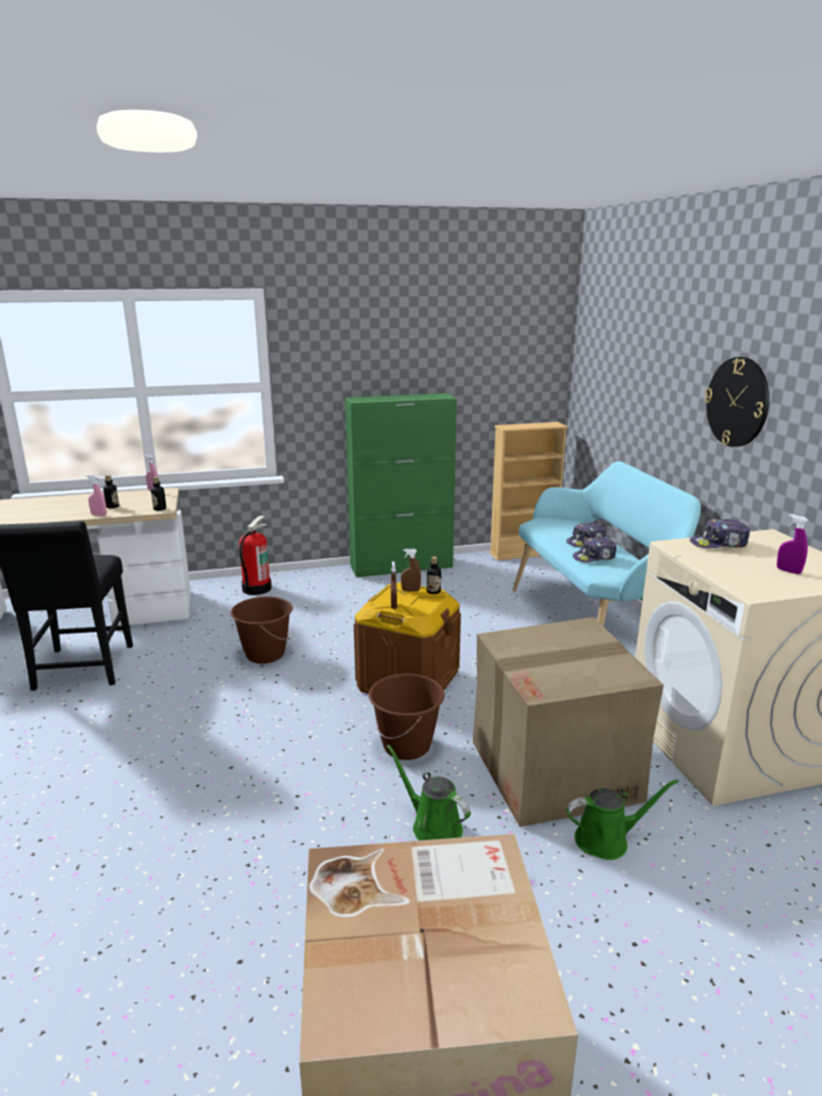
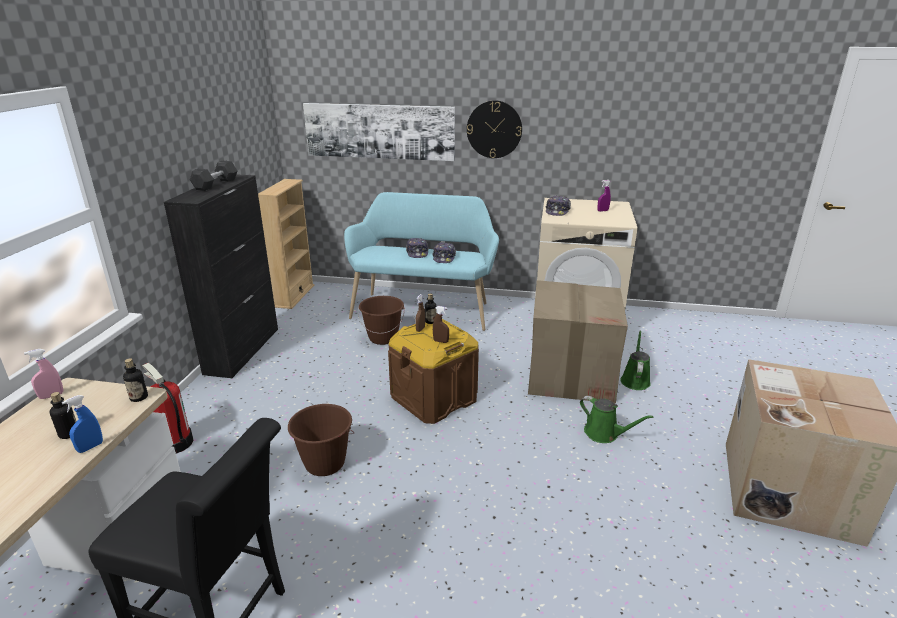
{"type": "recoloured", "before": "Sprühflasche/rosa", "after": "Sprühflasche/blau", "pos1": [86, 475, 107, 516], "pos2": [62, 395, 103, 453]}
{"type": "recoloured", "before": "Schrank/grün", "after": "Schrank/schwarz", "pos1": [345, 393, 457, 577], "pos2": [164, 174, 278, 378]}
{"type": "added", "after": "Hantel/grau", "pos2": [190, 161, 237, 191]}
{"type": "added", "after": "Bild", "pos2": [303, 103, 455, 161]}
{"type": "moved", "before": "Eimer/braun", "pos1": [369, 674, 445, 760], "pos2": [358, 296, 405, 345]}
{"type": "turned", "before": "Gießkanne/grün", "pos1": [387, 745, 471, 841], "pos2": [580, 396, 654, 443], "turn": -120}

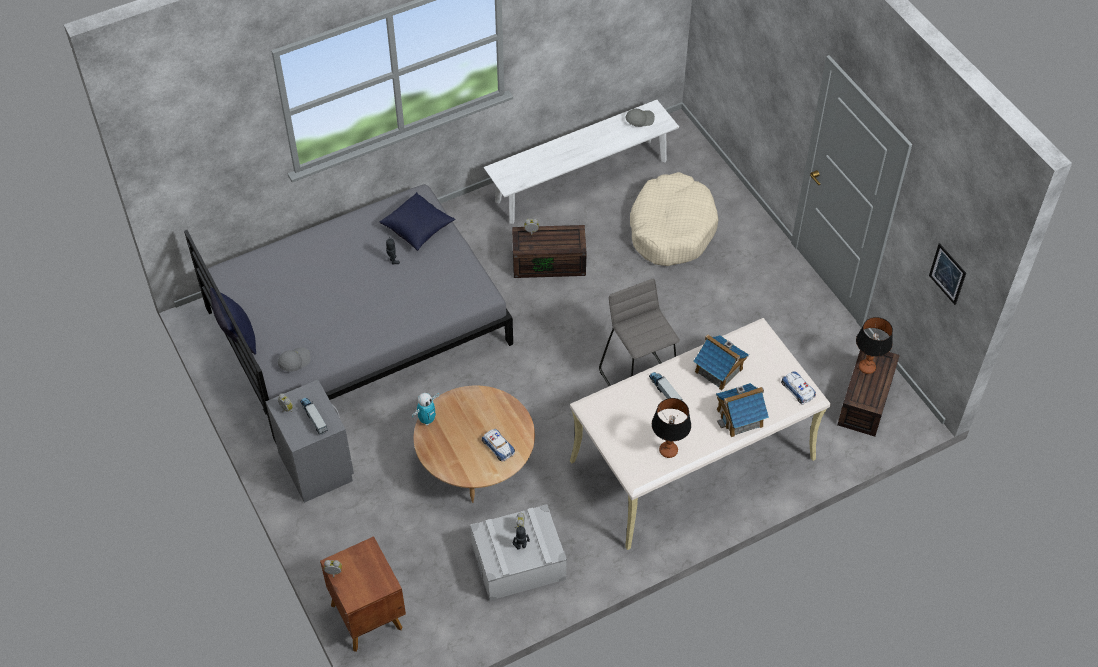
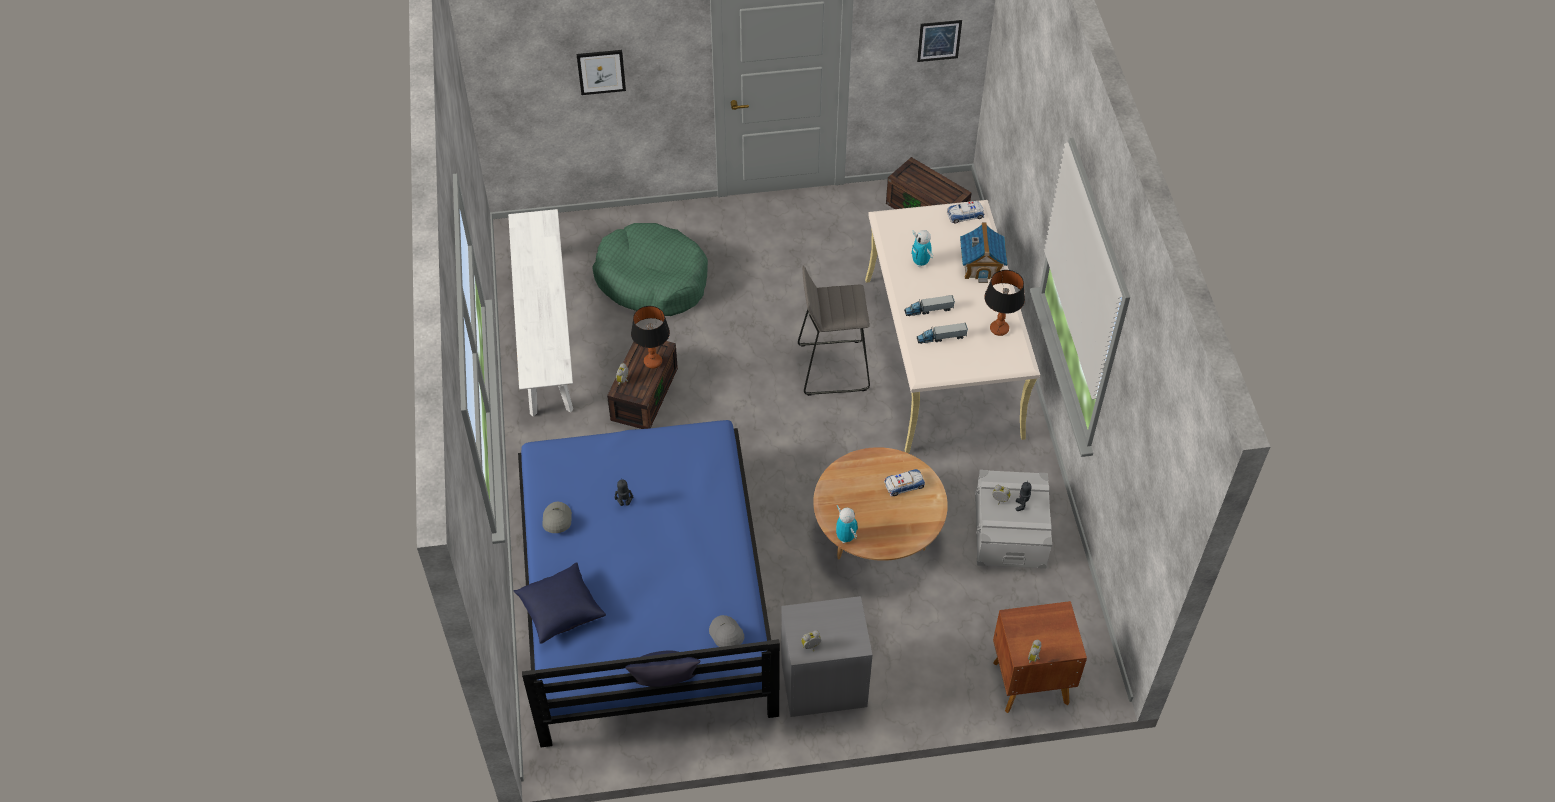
{"type": "moved", "before": "Kissen/blau", "pos1": [379, 192, 455, 251], "pos2": [513, 562, 606, 644]}
{"type": "recoloured", "before": "Bett/grau", "after": "Bett/blau", "pos1": [184, 184, 513, 443], "pos2": [518, 420, 780, 747]}
{"type": "moved", "before": "Kappe/grau", "pos1": [625, 109, 655, 127], "pos2": [542, 502, 572, 533]}
{"type": "added", "after": "Bild", "pos2": [577, 50, 626, 95]}
{"type": "recoloured", "before": "Hundebett/beige", "after": "Hundebett/grün", "pos1": [630, 172, 718, 266], "pos2": [592, 223, 708, 316]}
{"type": "moved", "before": "Tischlampe", "pos1": [856, 317, 893, 374], "pos2": [631, 306, 670, 369]}
{"type": "replaced", "before": "Spielzeughaus", "after": "Spielzeugroboter", "pos1": [693, 335, 749, 391], "pos2": [911, 230, 933, 267]}
{"type": "moved", "before": "Spielzeuglaster", "pos1": [300, 398, 328, 435], "pos2": [917, 323, 968, 344]}

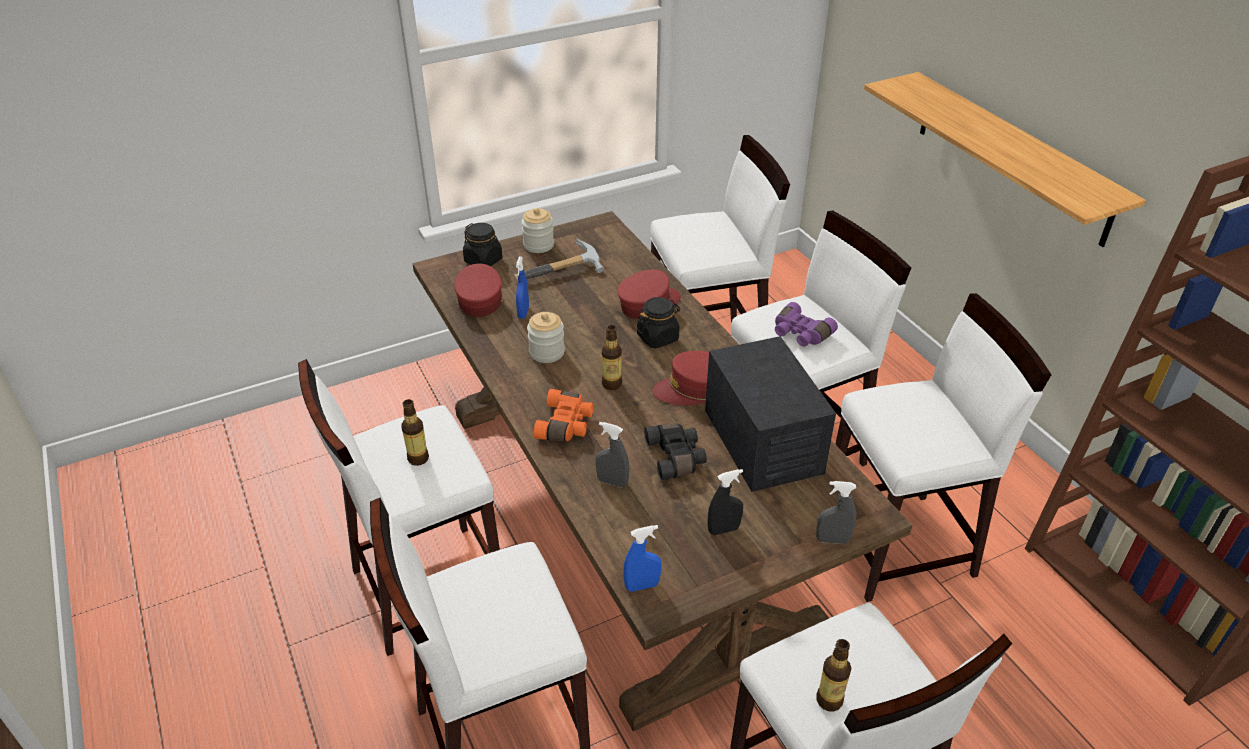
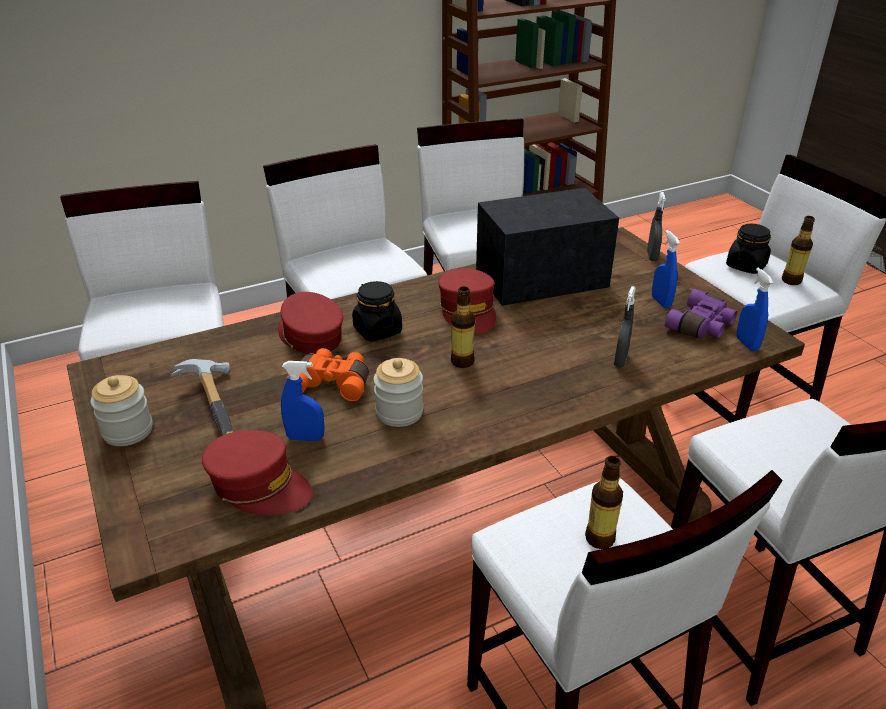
{"type": "turned", "before": "Kappe/rot", "pos1": [454, 264, 502, 317], "pos2": [202, 430, 313, 515], "turn": -150}
{"type": "moved", "before": "Fernglas/orange", "pos1": [534, 389, 593, 442], "pos2": [285, 348, 369, 401]}
{"type": "recoloured", "before": "Sprühflasche/schwarz", "after": "Sprühflasche/blau", "pos1": [708, 469, 743, 535], "pos2": [652, 230, 680, 308]}
{"type": "moved", "before": "Fernglas/lila", "pos1": [775, 302, 838, 347], "pos2": [665, 289, 737, 338]}
{"type": "moved", "before": "Vorratsglas/schwarz", "pos1": [463, 223, 502, 266], "pos2": [726, 224, 771, 274]}
{"type": "removed", "before": "Fernglas/schwarz", "pos1": [644, 424, 707, 481]}
{"type": "removed", "before": "Wandregal", "pos1": [864, 72, 1146, 247]}

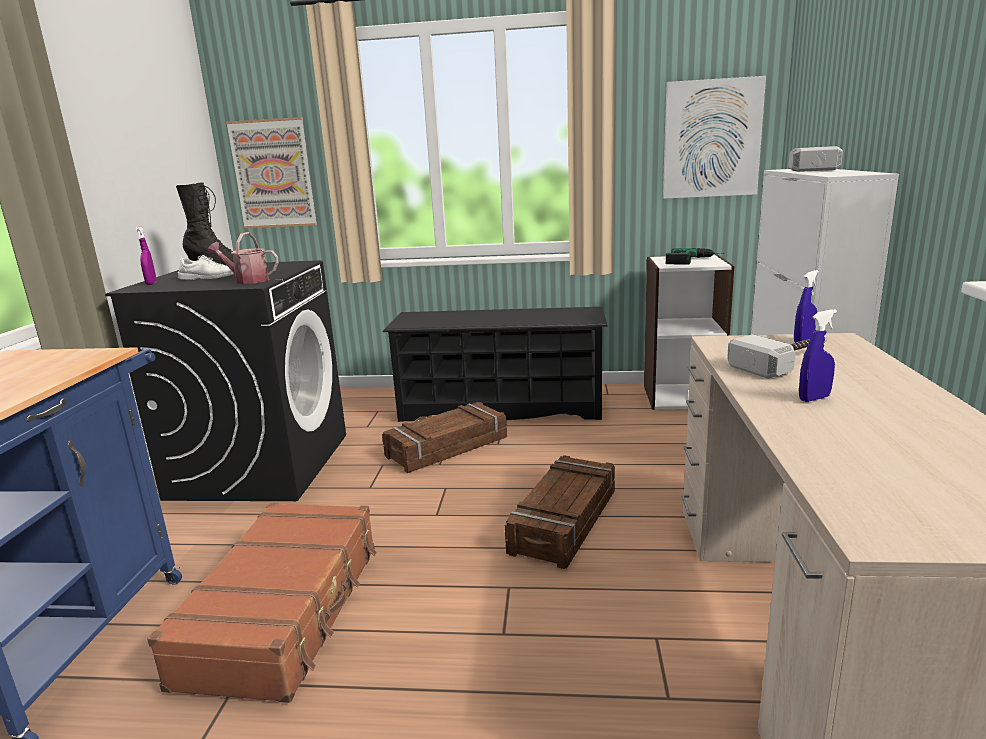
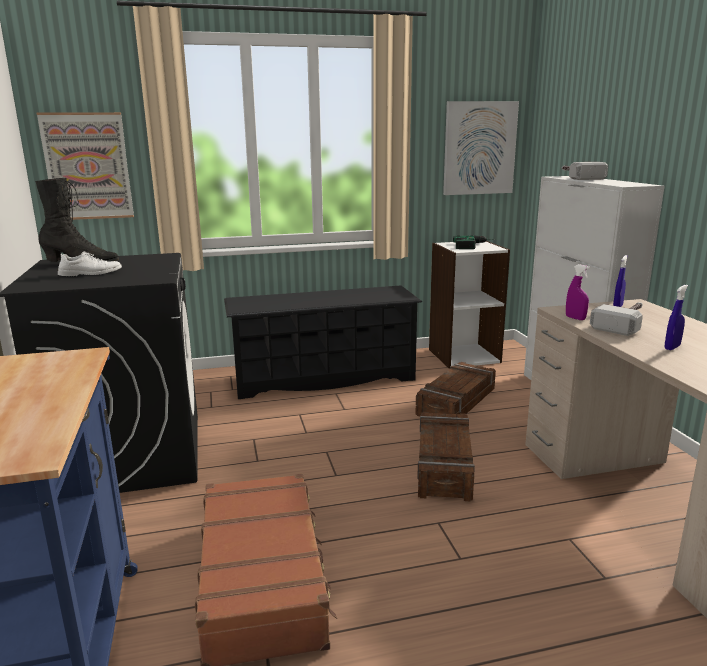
{"type": "moved", "before": "Kiste", "pos1": [382, 402, 507, 473], "pos2": [415, 362, 496, 416]}
{"type": "moved", "before": "Sprühflasche/lila", "pos1": [136, 226, 157, 285], "pos2": [566, 264, 590, 320]}
{"type": "removed", "before": "Gießkanne", "pos1": [207, 232, 279, 284]}

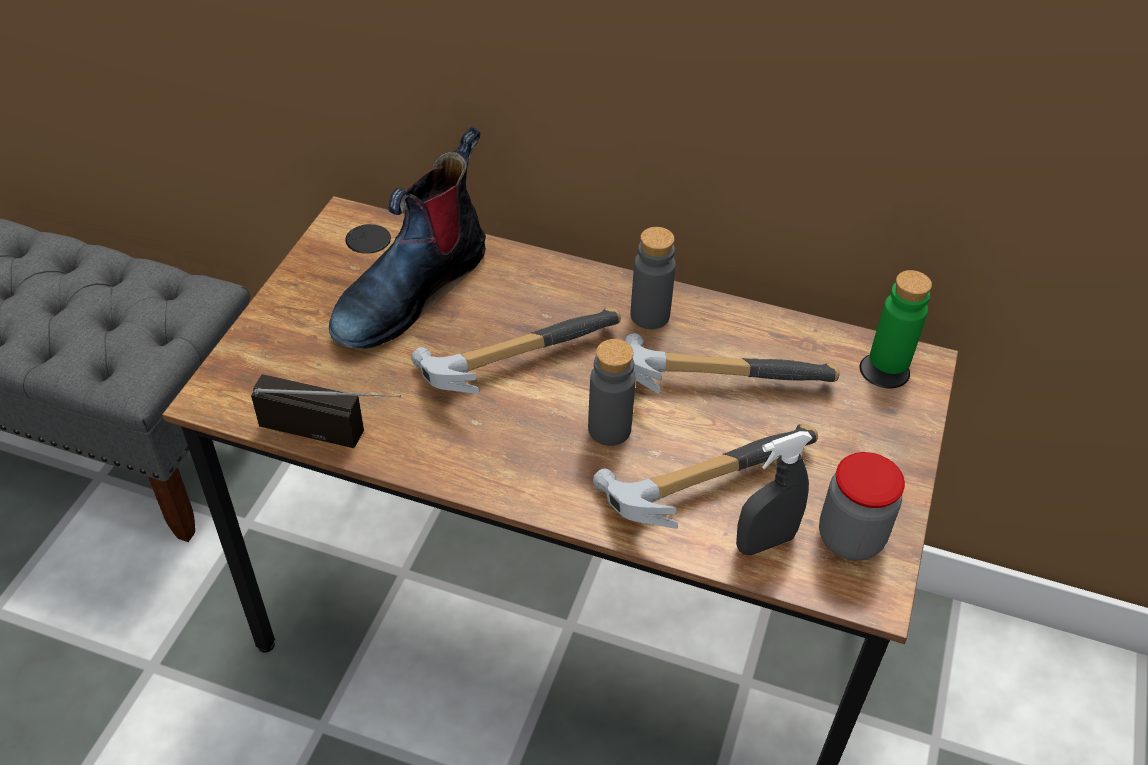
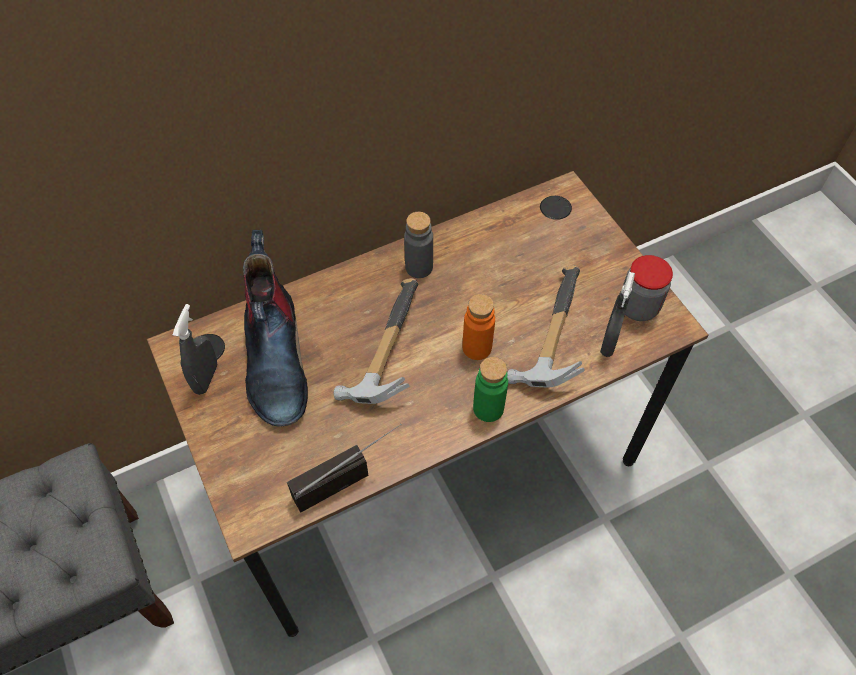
{"type": "added", "after": "Sprühflasche/grau", "pos2": [173, 304, 217, 395]}
{"type": "recoloured", "before": "Flasche/grau", "after": "Flasche/orange", "pos1": [588, 339, 636, 446], "pos2": [462, 294, 495, 360]}
{"type": "moved", "before": "Flasche/grün", "pos1": [870, 270, 932, 374], "pos2": [473, 357, 508, 422]}
{"type": "removed", "before": "Hammer", "pos1": [624, 333, 840, 394]}

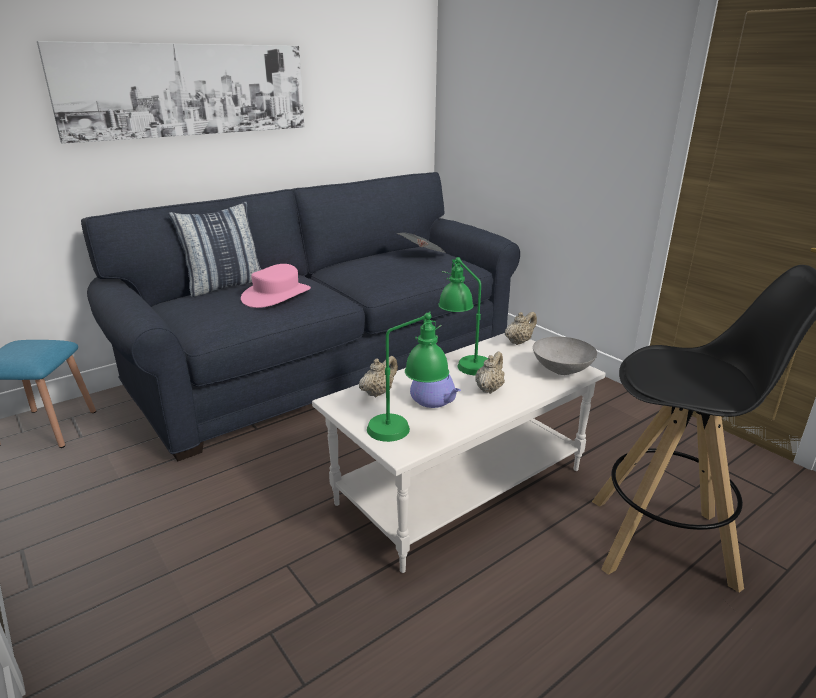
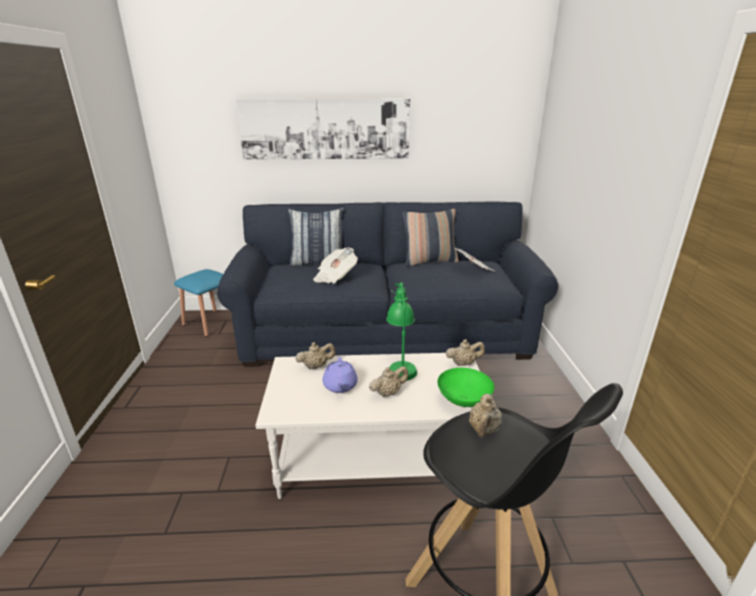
{"type": "replaced", "before": "Hut/rosa", "after": "Zeitung", "pos1": [241, 264, 311, 308], "pos2": [313, 247, 358, 283]}
{"type": "added", "after": "Kissen", "pos2": [402, 209, 459, 266]}
{"type": "recoloured", "before": "Schüssel/grau", "after": "Schüssel/grün", "pos1": [533, 337, 597, 375], "pos2": [438, 368, 494, 407]}
{"type": "added", "after": "Teekanne/beige", "pos2": [469, 394, 502, 438]}
{"type": "removed", "before": "Tischlampe/grün", "pos1": [367, 312, 449, 442]}

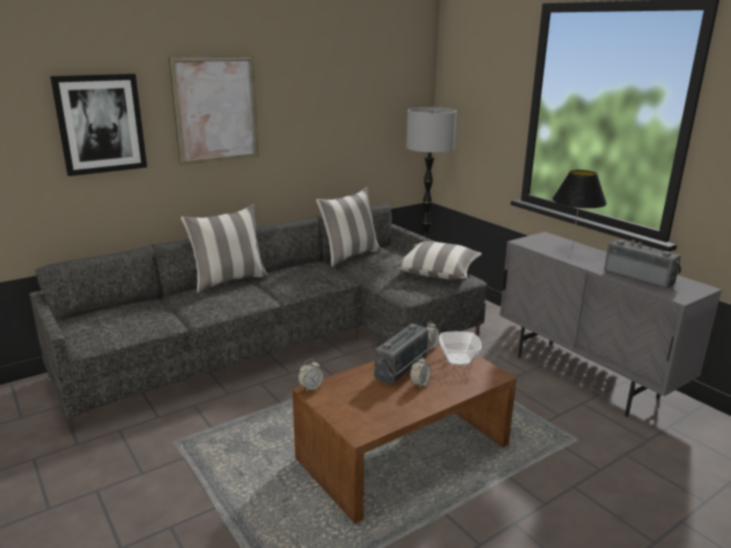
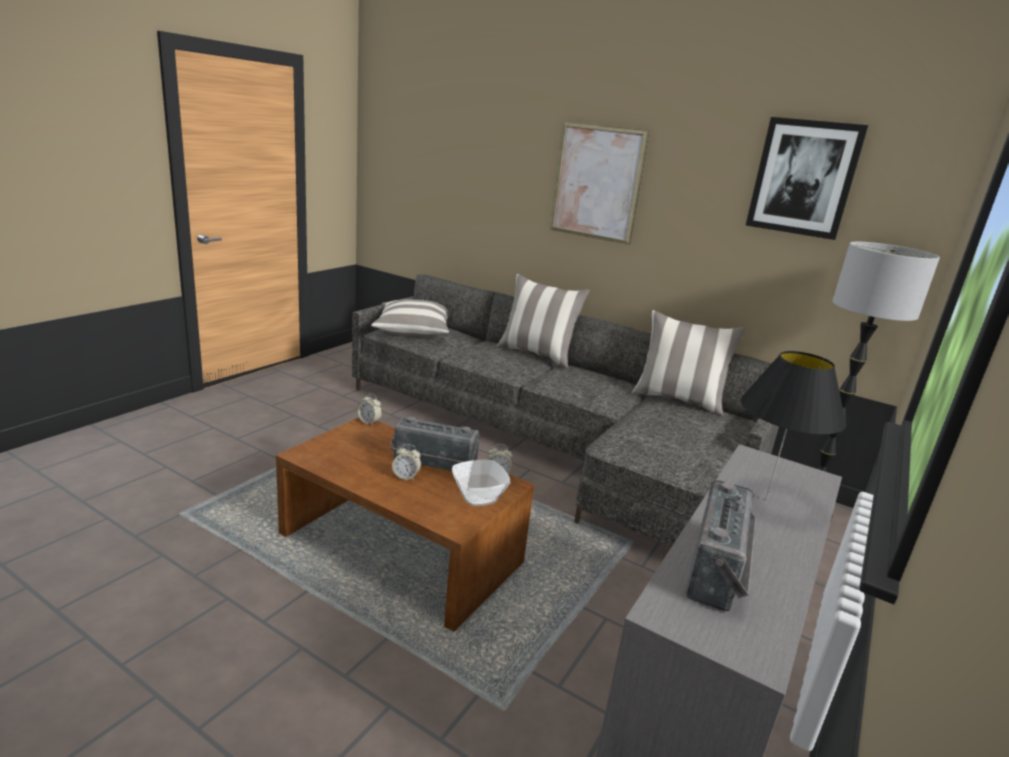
{"type": "moved", "before": "Kissen", "pos1": [392, 241, 482, 279], "pos2": [371, 299, 449, 336]}
{"type": "moved", "before": "Bild", "pos1": [50, 74, 147, 176], "pos2": [746, 117, 868, 240]}

